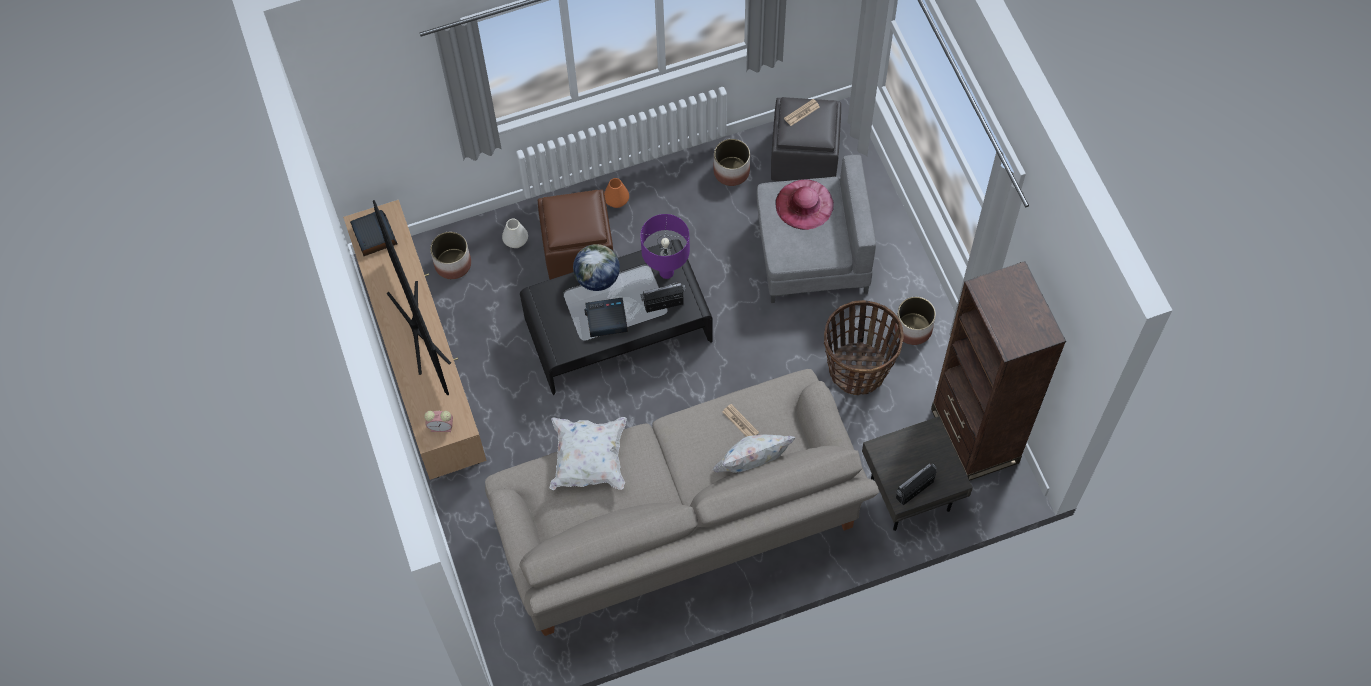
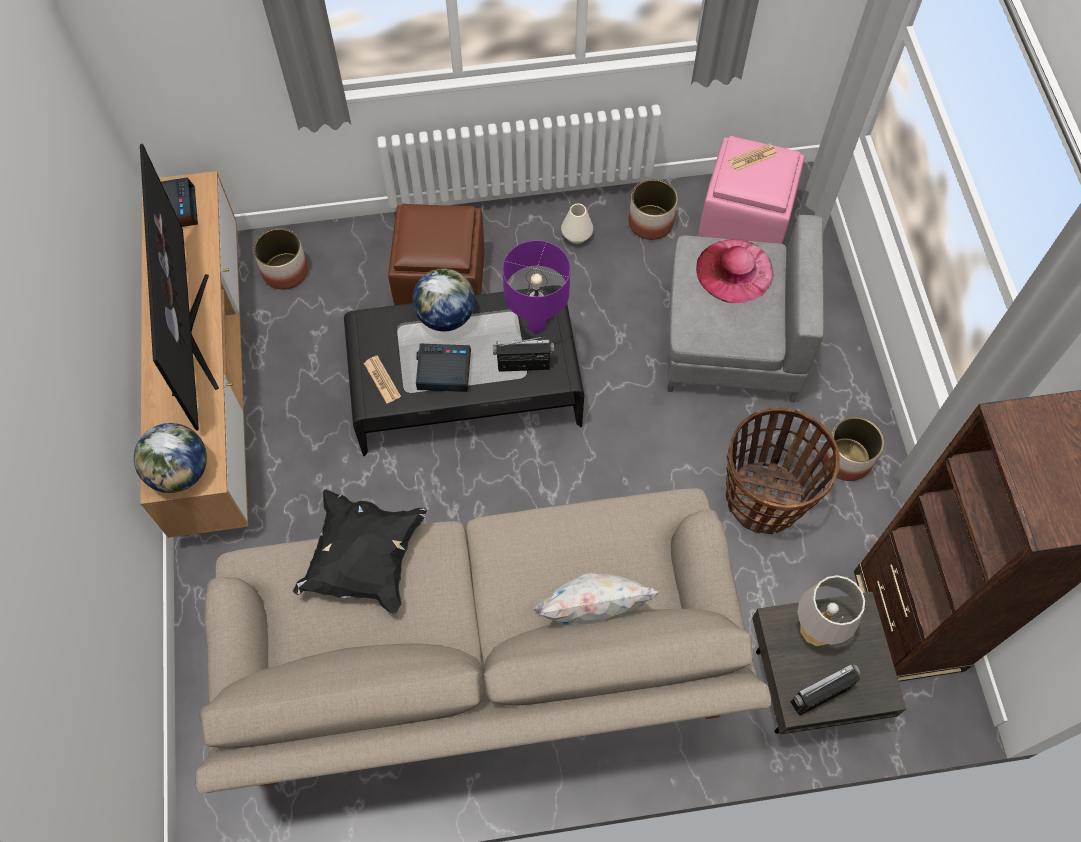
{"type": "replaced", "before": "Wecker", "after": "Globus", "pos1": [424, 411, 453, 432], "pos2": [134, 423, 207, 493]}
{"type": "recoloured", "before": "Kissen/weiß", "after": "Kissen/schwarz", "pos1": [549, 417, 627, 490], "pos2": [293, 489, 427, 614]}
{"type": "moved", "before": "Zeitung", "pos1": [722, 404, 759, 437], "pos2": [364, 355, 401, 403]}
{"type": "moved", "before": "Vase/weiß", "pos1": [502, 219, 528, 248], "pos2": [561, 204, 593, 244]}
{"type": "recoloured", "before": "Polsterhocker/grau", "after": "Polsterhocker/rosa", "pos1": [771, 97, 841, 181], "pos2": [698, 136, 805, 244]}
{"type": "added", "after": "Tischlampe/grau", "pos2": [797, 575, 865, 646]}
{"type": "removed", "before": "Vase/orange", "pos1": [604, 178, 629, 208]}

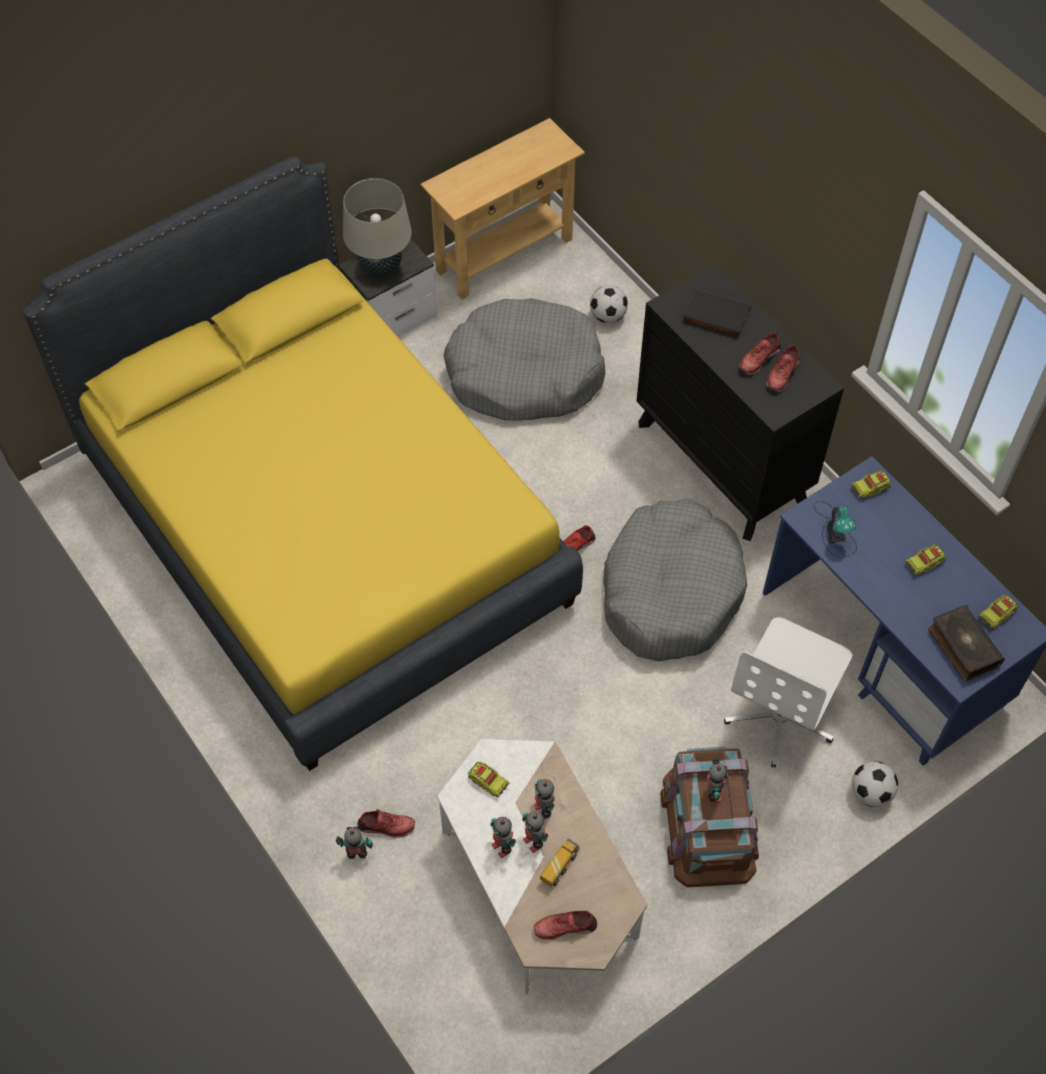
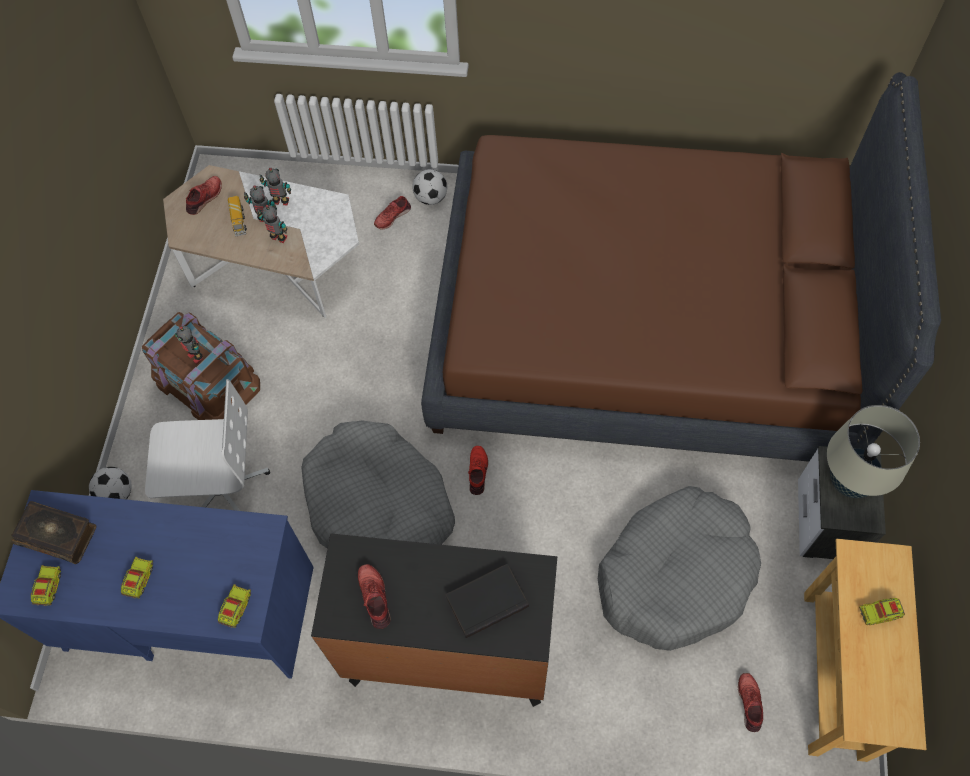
{"type": "turned", "before": "Bürostuhl/weiß", "pos1": [724, 617, 852, 768], "pos2": [145, 379, 270, 511], "turn": 105}
{"type": "moved", "before": "Fußball", "pos1": [590, 285, 628, 323], "pos2": [412, 169, 447, 205]}
{"type": "recoloured", "before": "Bett/gelb", "after": "Bett/braun", "pos1": [23, 156, 583, 771], "pos2": [421, 72, 941, 462]}
{"type": "moved", "before": "Schuh/rot", "pos1": [739, 332, 781, 375], "pos2": [738, 673, 763, 732]}
{"type": "moved", "before": "Spielzeuglaster", "pos1": [468, 762, 509, 797], "pos2": [859, 598, 905, 625]}
{"type": "removed", "before": "Spielzeugroboter", "pos1": [336, 826, 373, 859]}
{"type": "removed", "before": "Tischlampe", "pos1": [814, 501, 857, 557]}

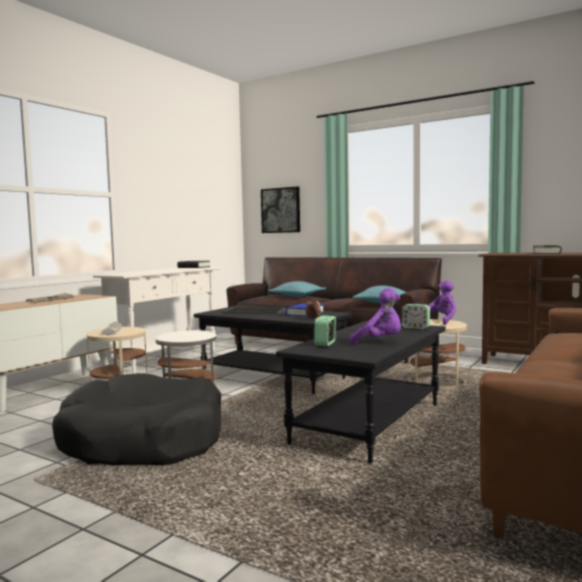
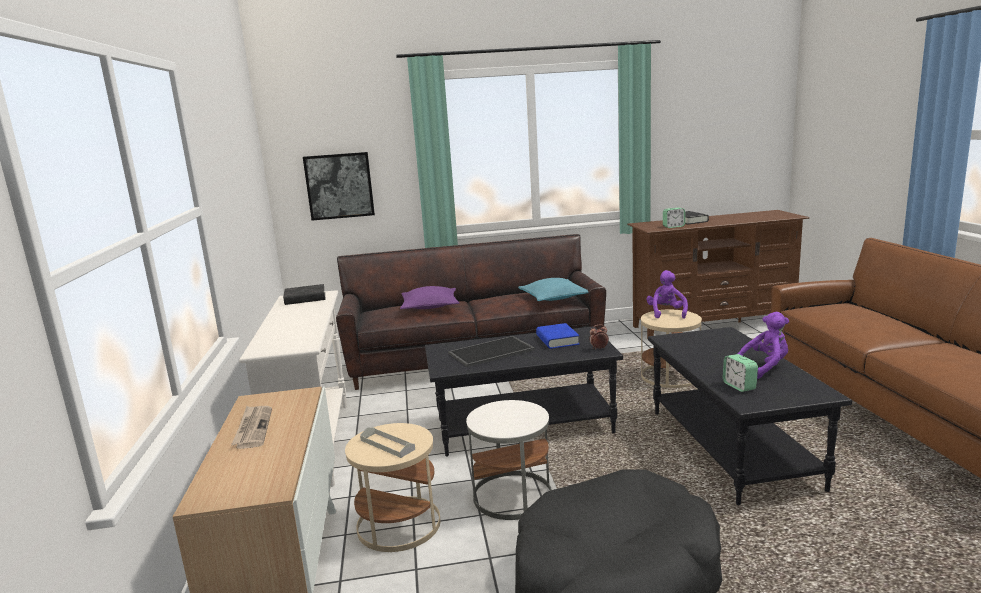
{"type": "recoloured", "before": "Kissen/türkis", "after": "Kissen/lila", "pos1": [268, 281, 326, 297], "pos2": [400, 286, 459, 309]}
{"type": "moved", "before": "Wecker", "pos1": [402, 304, 430, 329], "pos2": [663, 208, 685, 228]}

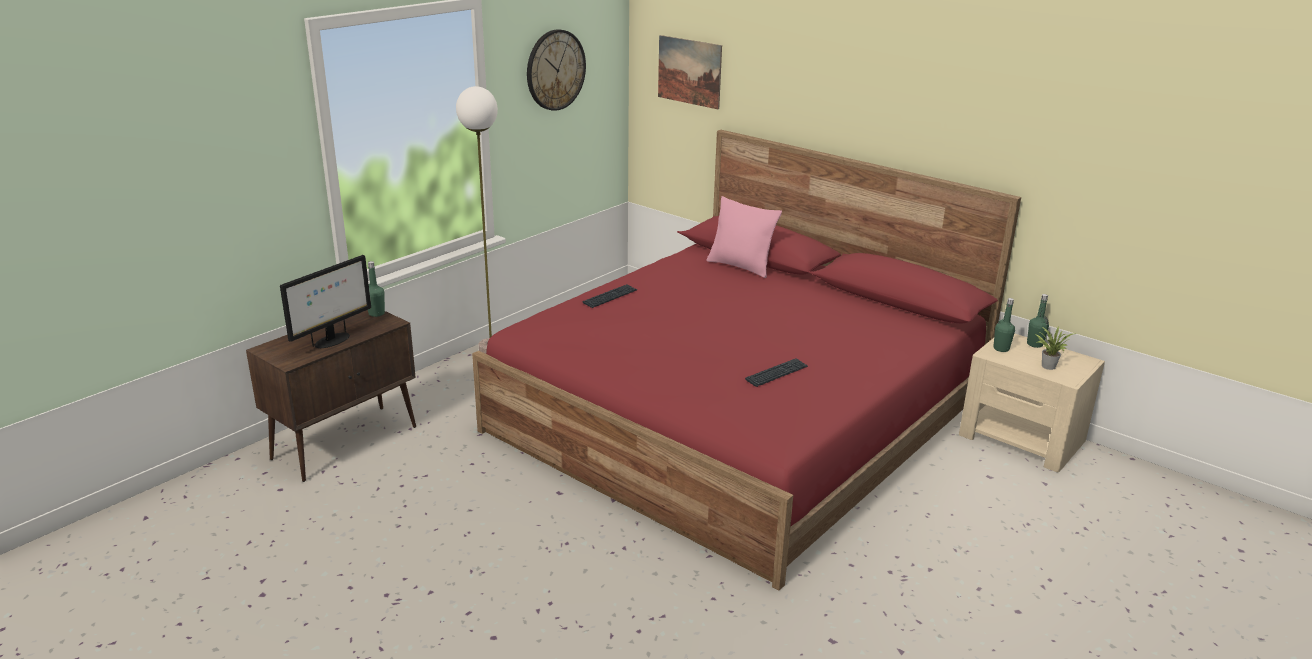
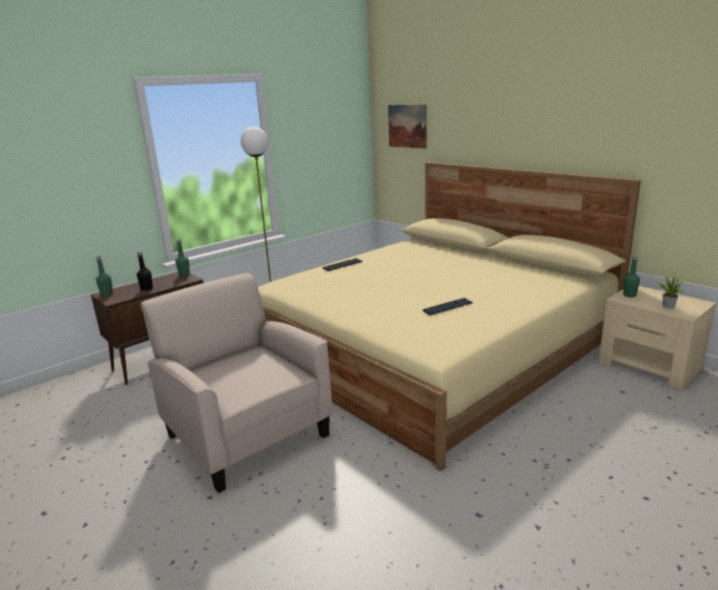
{"type": "moved", "before": "Flasche/grün", "pos1": [1027, 294, 1049, 348], "pos2": [96, 256, 113, 296]}
{"type": "replaced", "before": "Monitor", "after": "Flasche/schwarz", "pos1": [280, 255, 371, 348], "pos2": [137, 251, 153, 291]}
{"type": "added", "after": "Sessel/beige", "pos2": [140, 273, 332, 493]}
{"type": "recoloured", "before": "Bett/rot", "after": "Bett/beige", "pos1": [472, 130, 1021, 590], "pos2": [258, 162, 641, 471]}
{"type": "removed", "before": "Wanduhr", "pos1": [527, 29, 586, 111]}
{"type": "removed", "before": "Kissen/rosa", "pos1": [707, 196, 782, 278]}

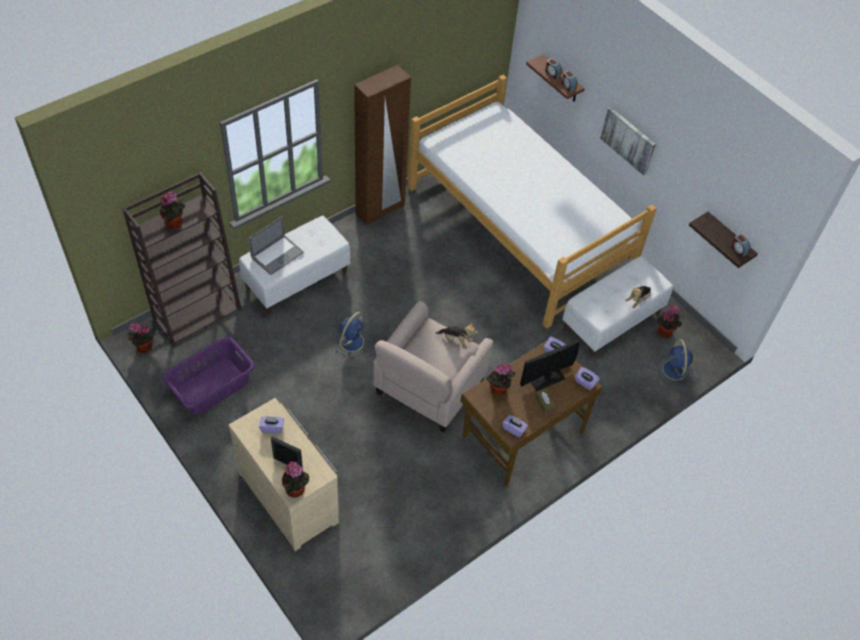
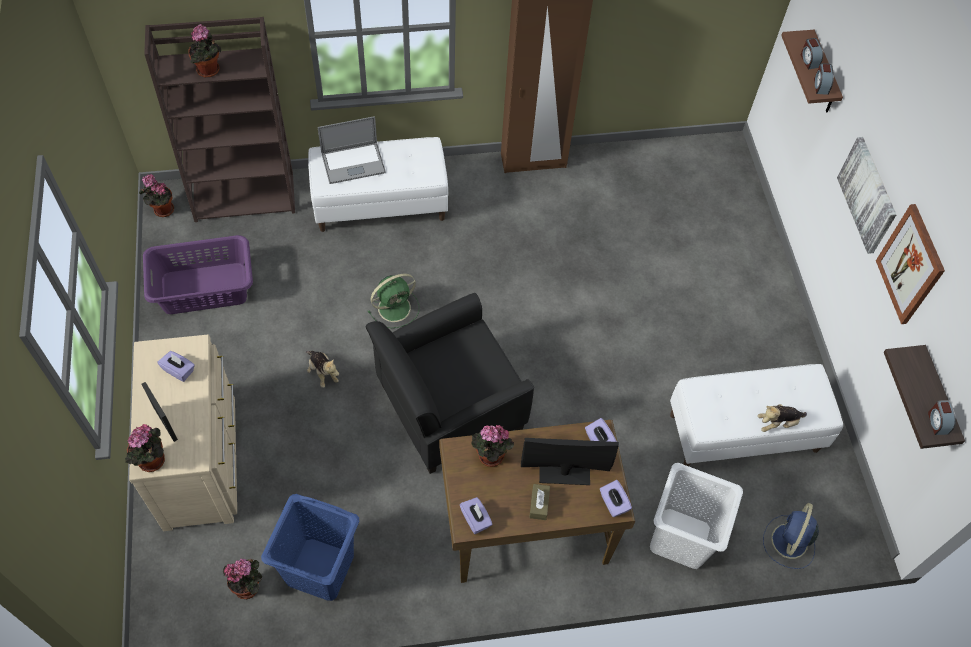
{"type": "moved", "before": "Topfpflanze", "pos1": [657, 305, 682, 338], "pos2": [223, 559, 262, 599]}
{"type": "added", "after": "Wäschekorb/blau", "pos2": [261, 494, 359, 601]}
{"type": "moved", "before": "Plüschtier", "pos1": [435, 323, 478, 349], "pos2": [306, 351, 339, 388]}
{"type": "recoloured", "before": "Sessel/beige", "after": "Sessel/schwarz", "pos1": [373, 301, 493, 433], "pos2": [366, 293, 534, 474]}
{"type": "recoloured", "before": "Ventilator/blau", "after": "Ventilator/grün", "pos1": [336, 312, 370, 357], "pos2": [368, 274, 419, 328]}
{"type": "added", "after": "Wäschekorb/weiß", "pos2": [650, 463, 743, 569]}
{"type": "added", "after": "Bild", "pos2": [876, 204, 945, 324]}
{"type": "removed", "before": "Bett", "pos1": [408, 75, 657, 329]}

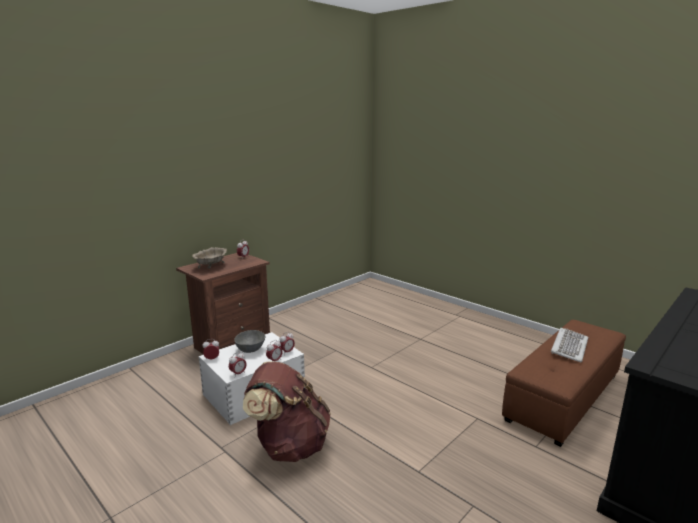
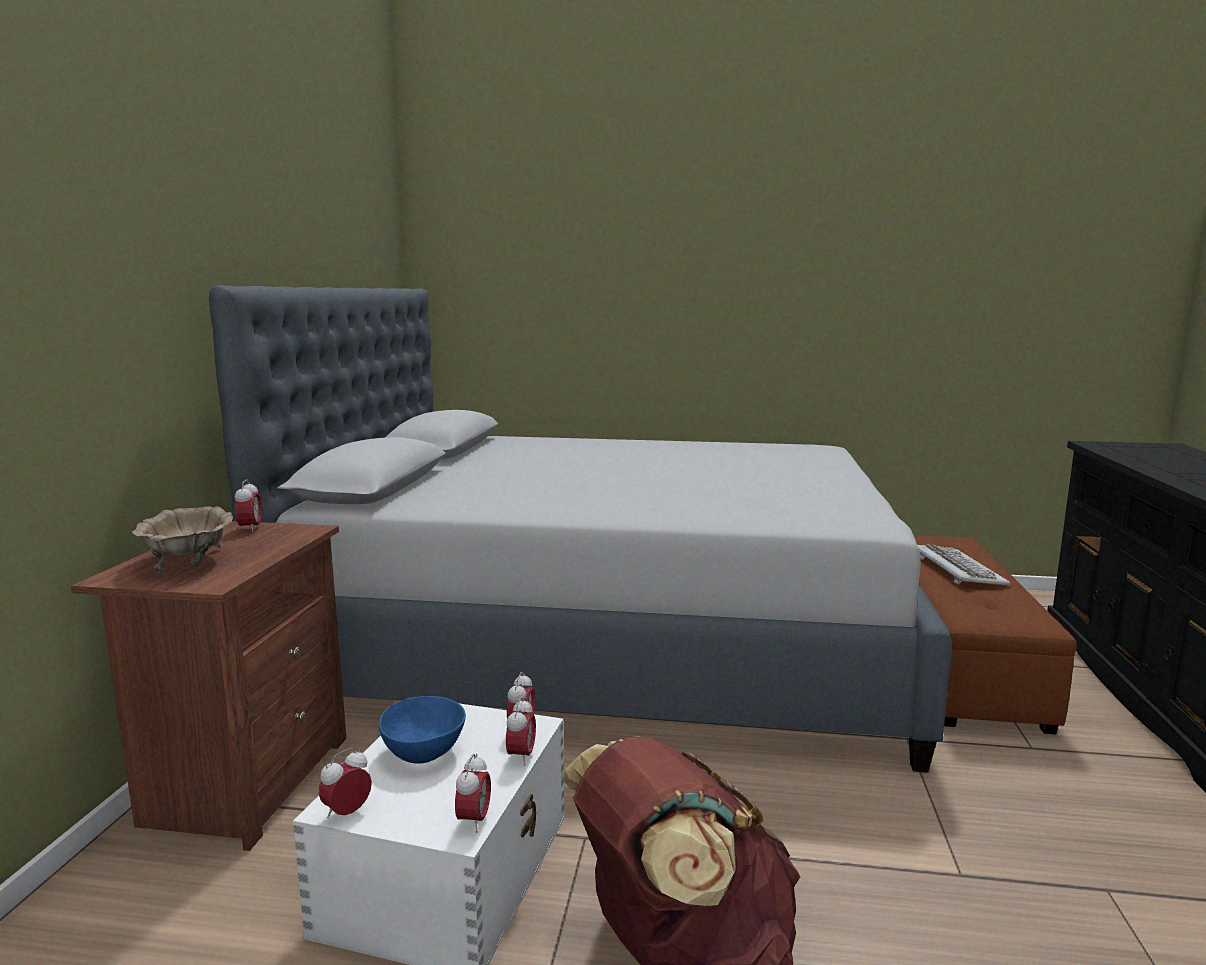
{"type": "added", "after": "Bett/grau", "pos2": [209, 285, 952, 773]}
{"type": "recoloured", "before": "Schüssel/grau", "after": "Schüssel/blau", "pos1": [234, 330, 265, 353], "pos2": [379, 696, 466, 764]}

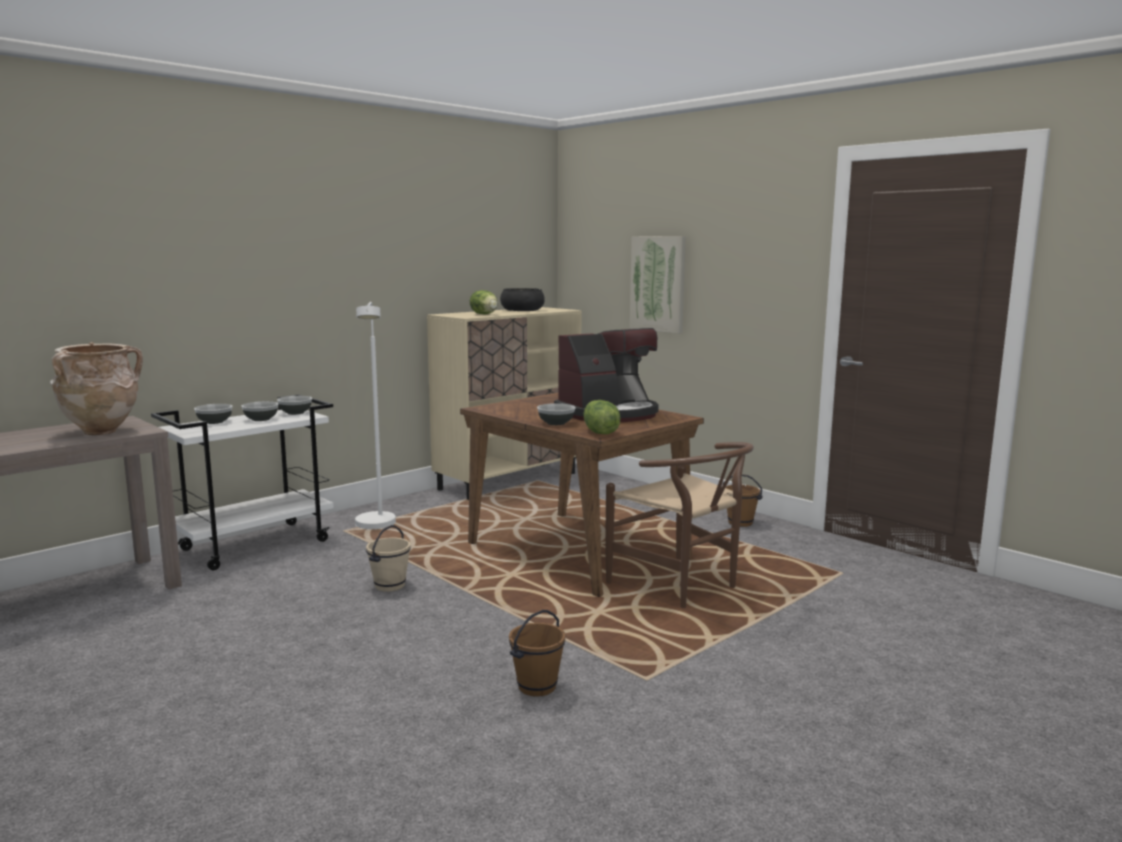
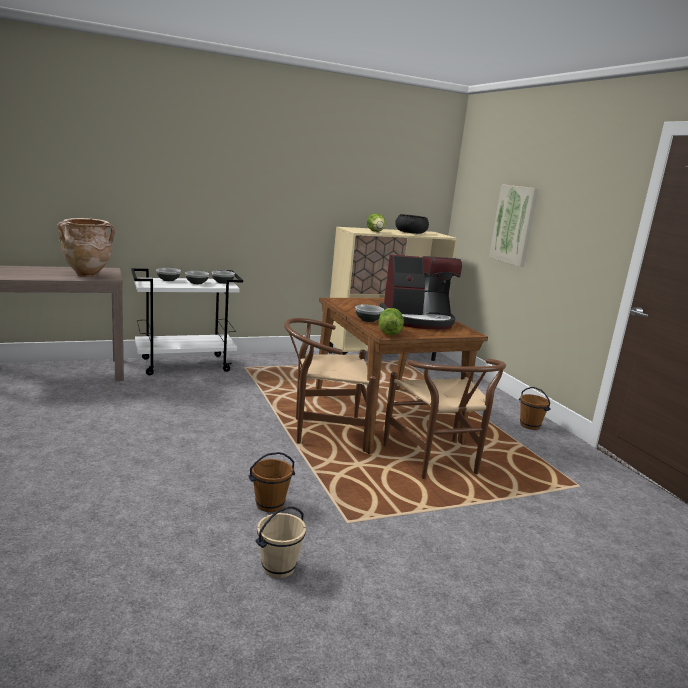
{"type": "moved", "before": "Eimer/beige", "pos1": [366, 525, 411, 592], "pos2": [256, 506, 306, 578]}
{"type": "added", "after": "Stuhl/braun", "pos2": [284, 318, 377, 452]}
{"type": "removed", "before": "Stehlampe/weiß", "pos1": [355, 302, 396, 529]}

